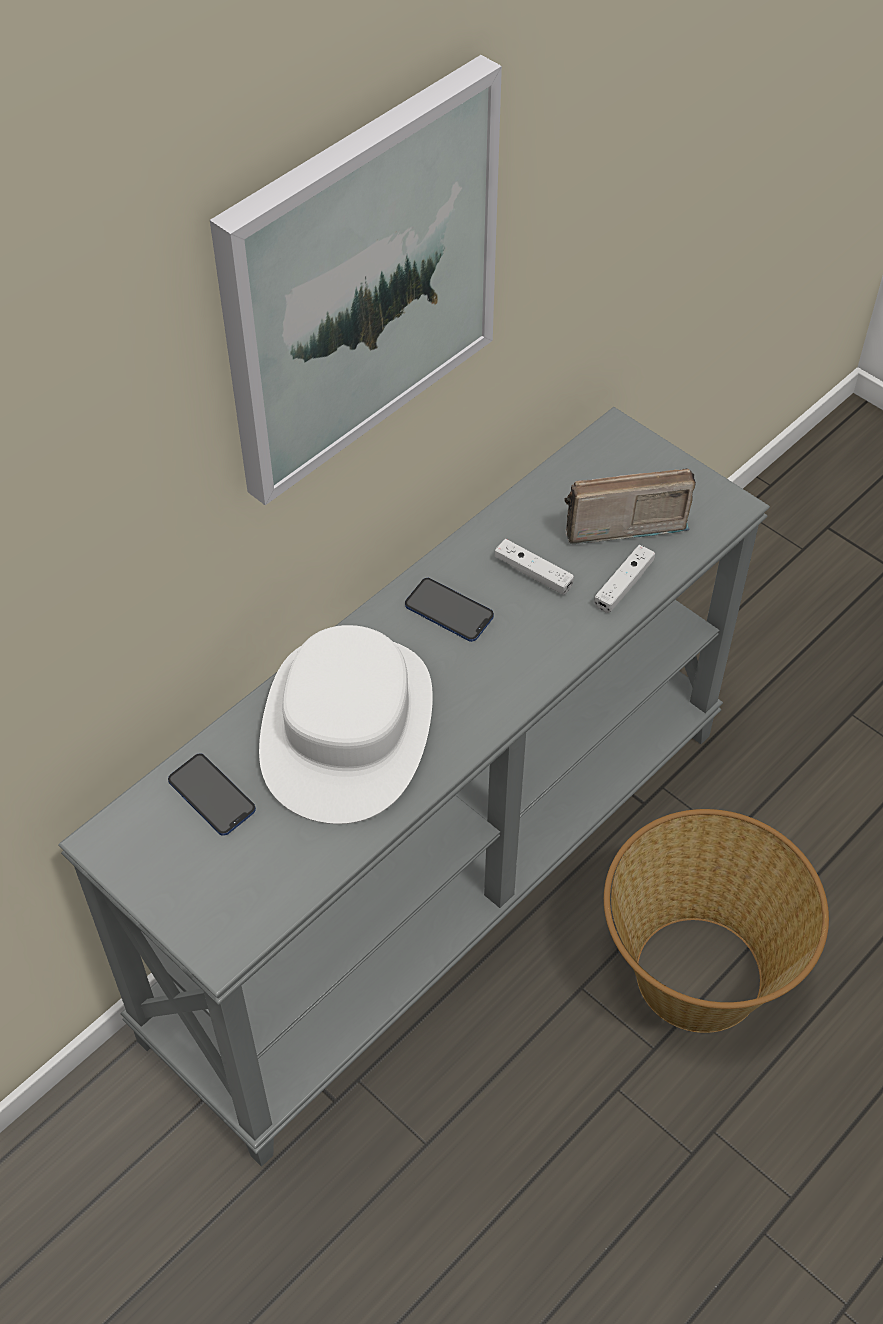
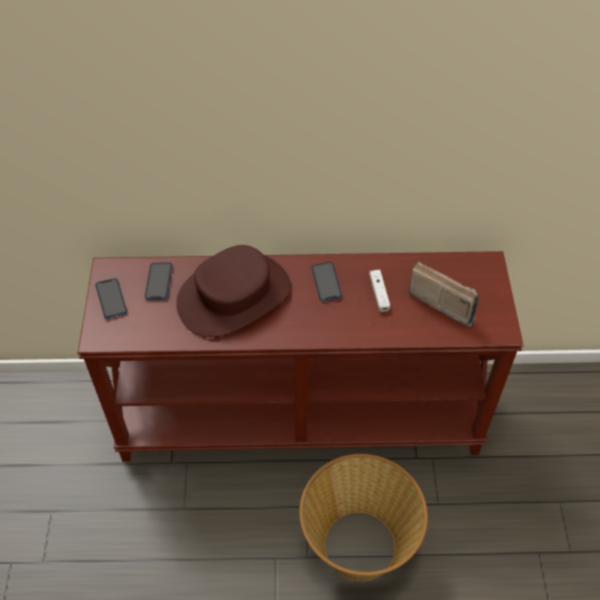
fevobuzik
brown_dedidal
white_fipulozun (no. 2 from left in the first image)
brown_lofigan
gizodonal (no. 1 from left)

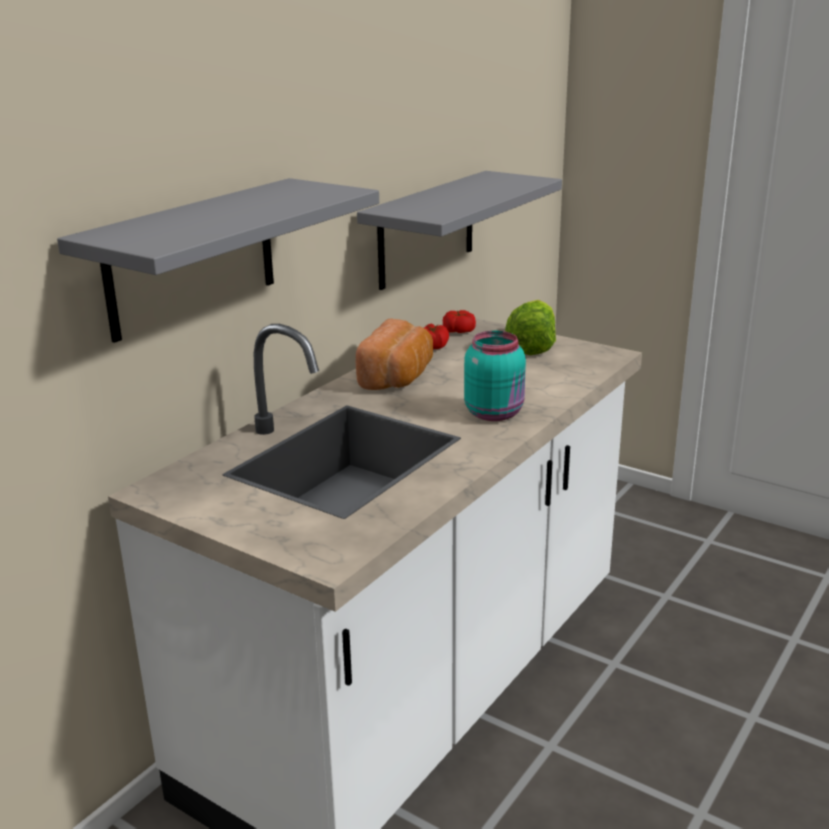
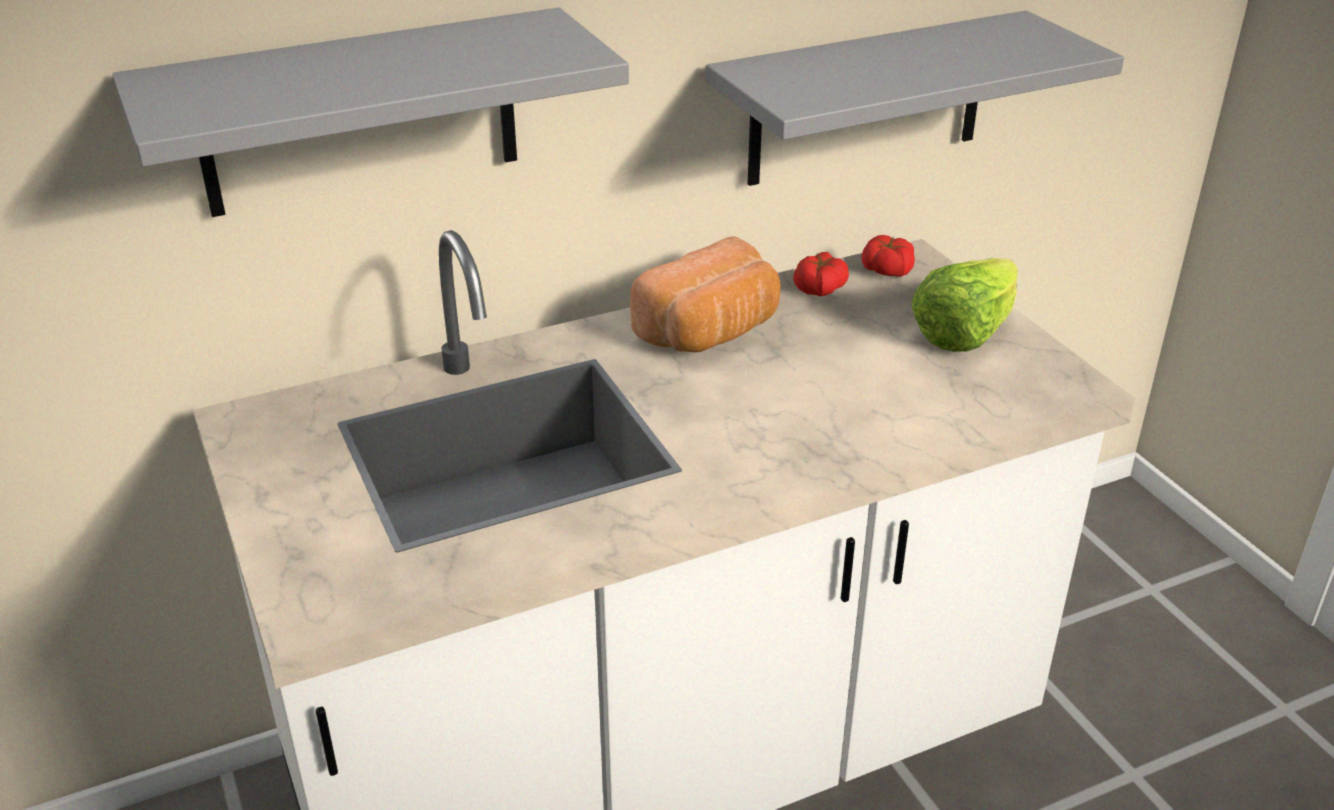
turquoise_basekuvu

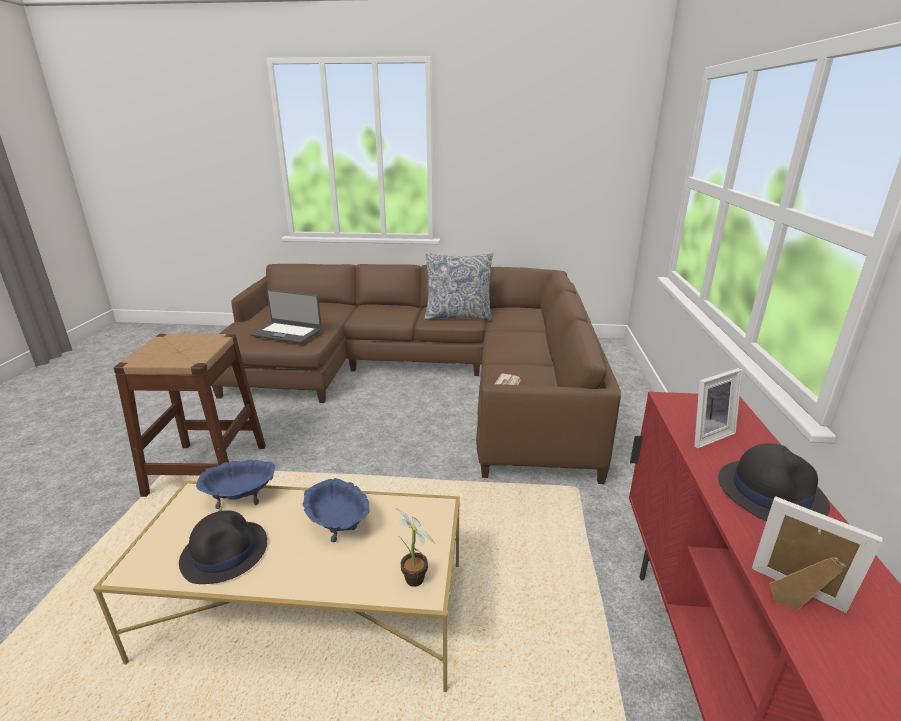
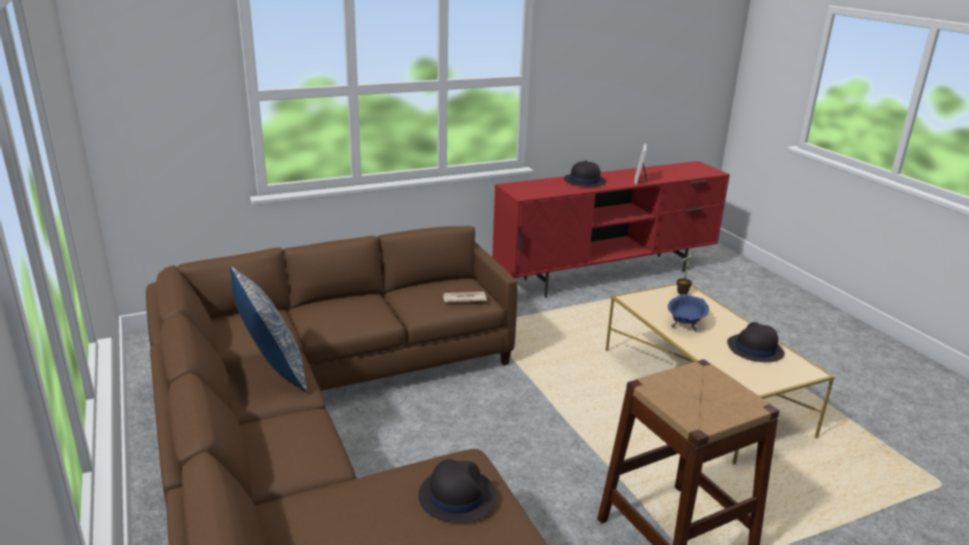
black_lofigan (no. 1 from left)
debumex (no. 1 from left in the first image)
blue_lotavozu (no. 1 from left in the first image)

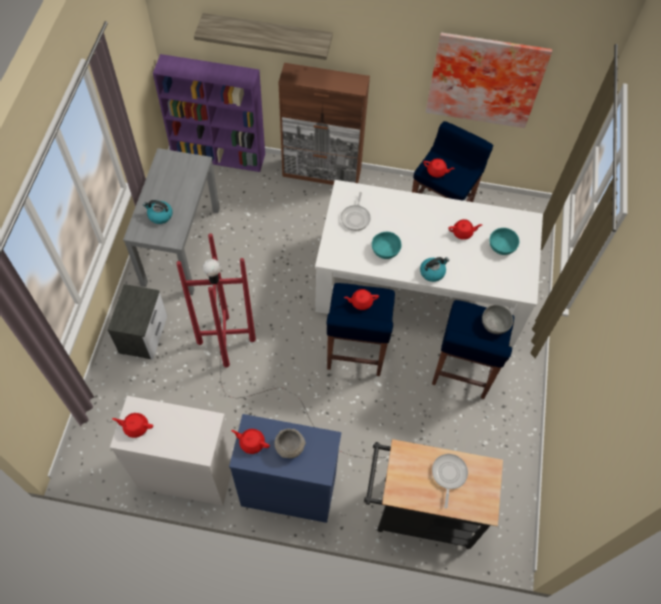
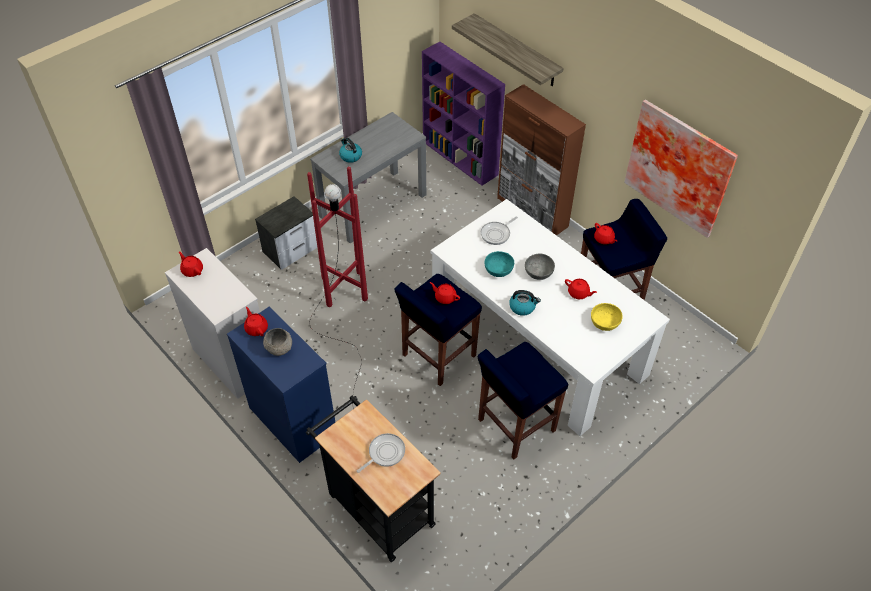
yellow_lotavozu
grey_lotavozu (no. 2 from left)

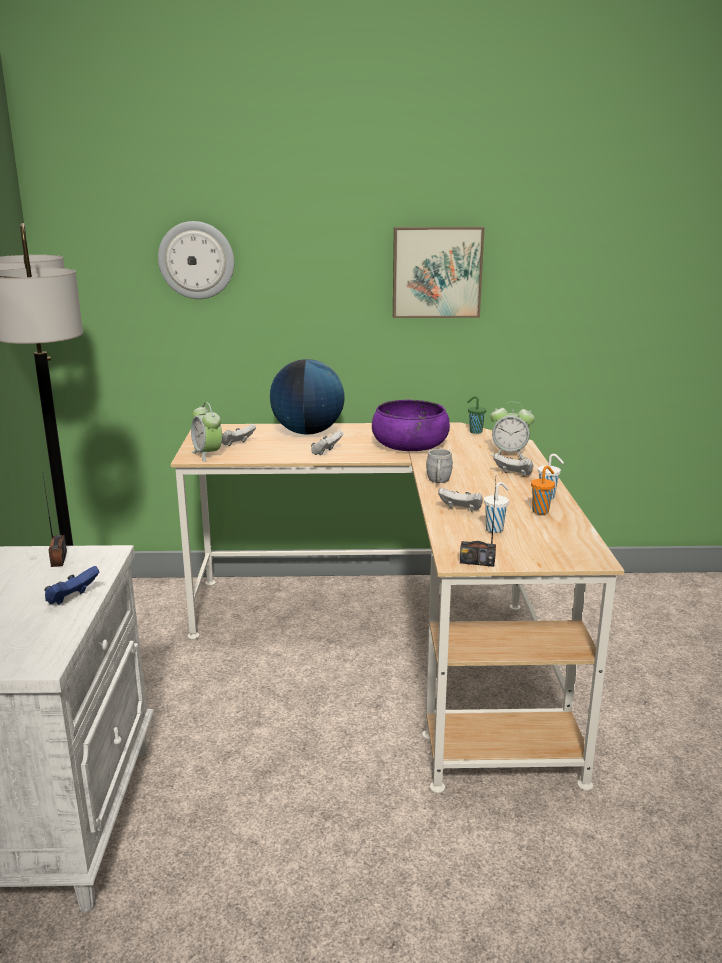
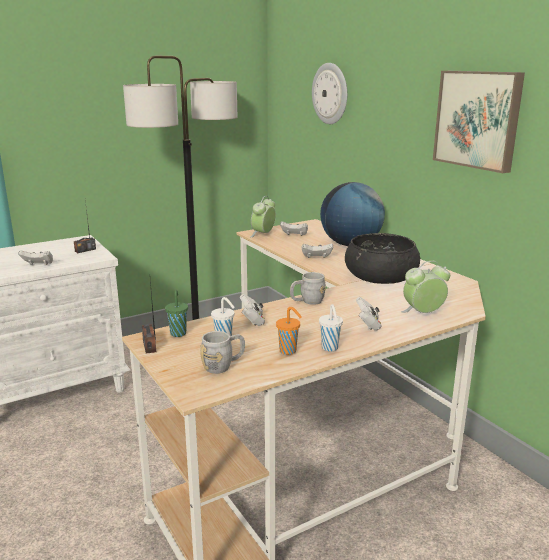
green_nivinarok
black_lotavozu
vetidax (no. 2 from left)
white_fipulozun (no. 1 from left)
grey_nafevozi (no. 1 from left)

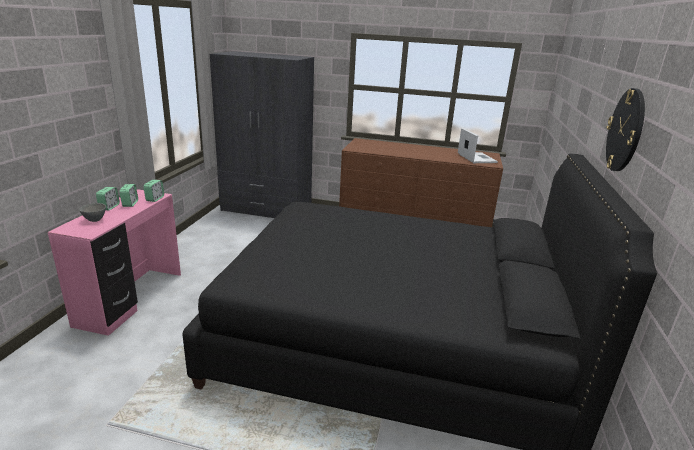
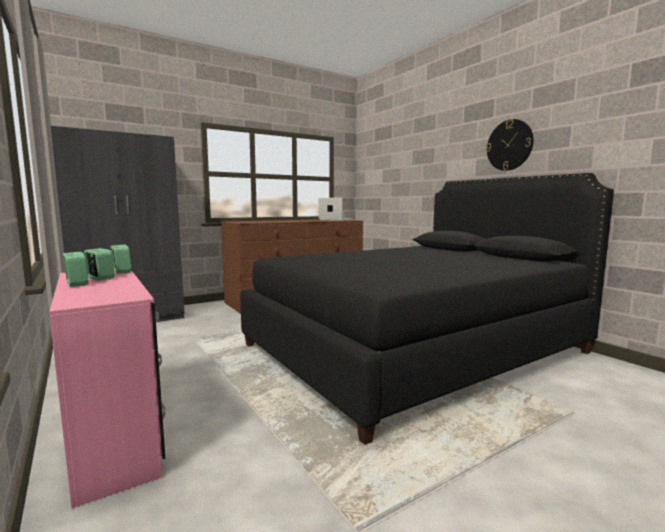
grey_lotavozu

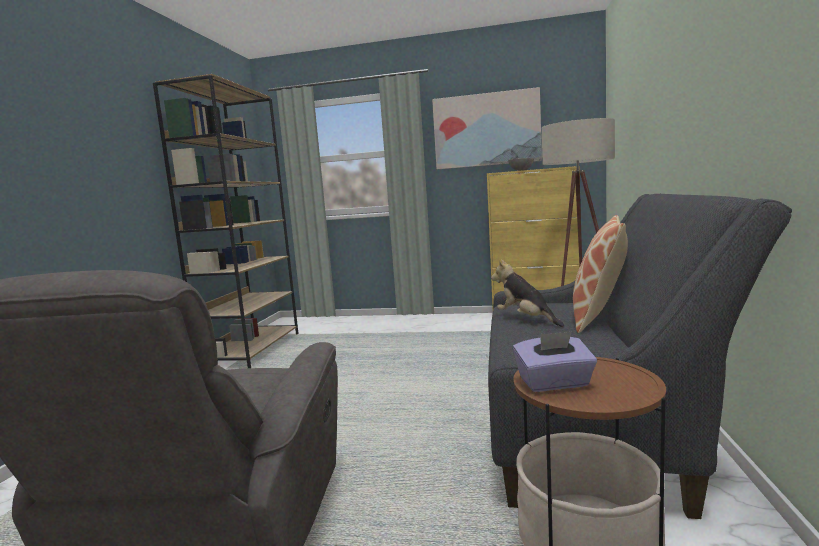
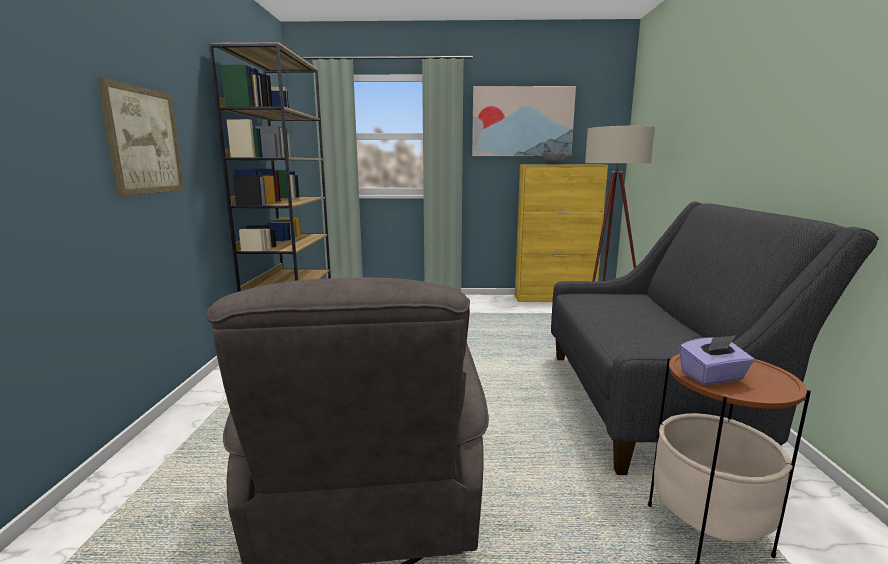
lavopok
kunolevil
fevobuzik (no. 1 from left)

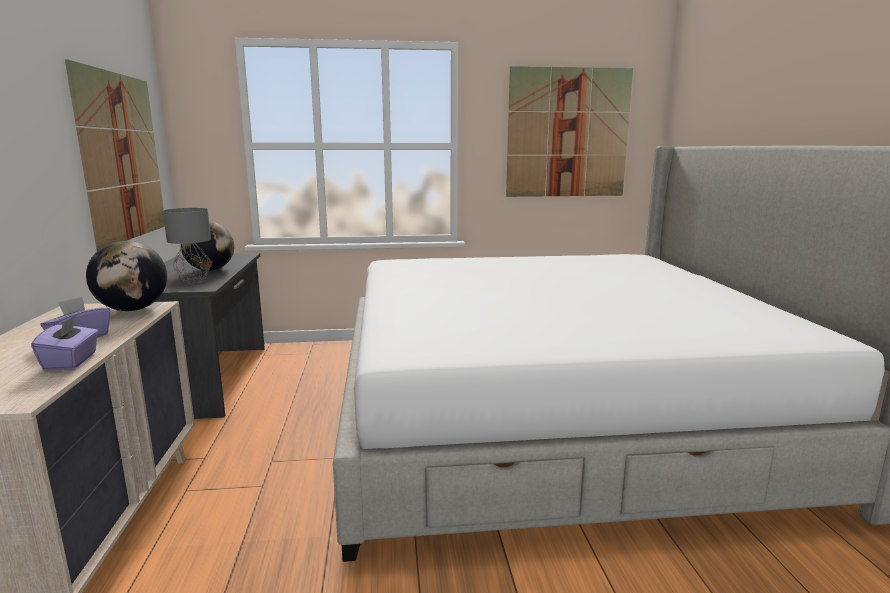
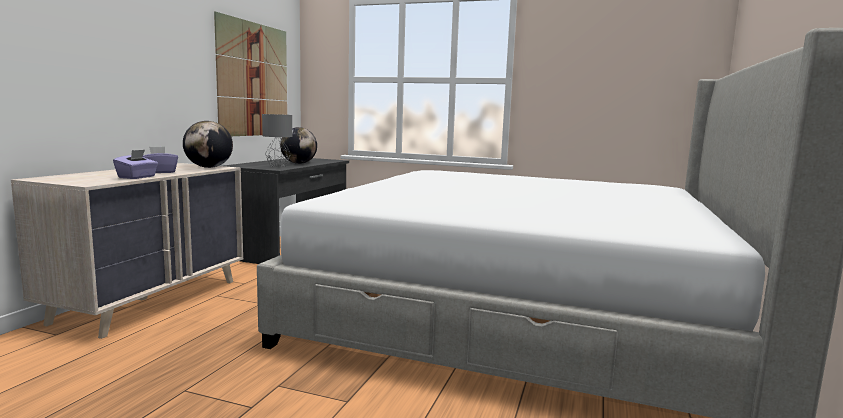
fevobuzik (no. 2 from left in the first image)

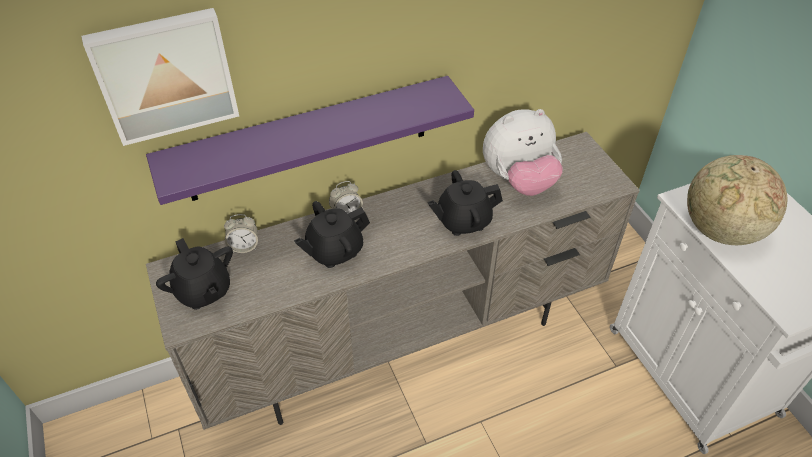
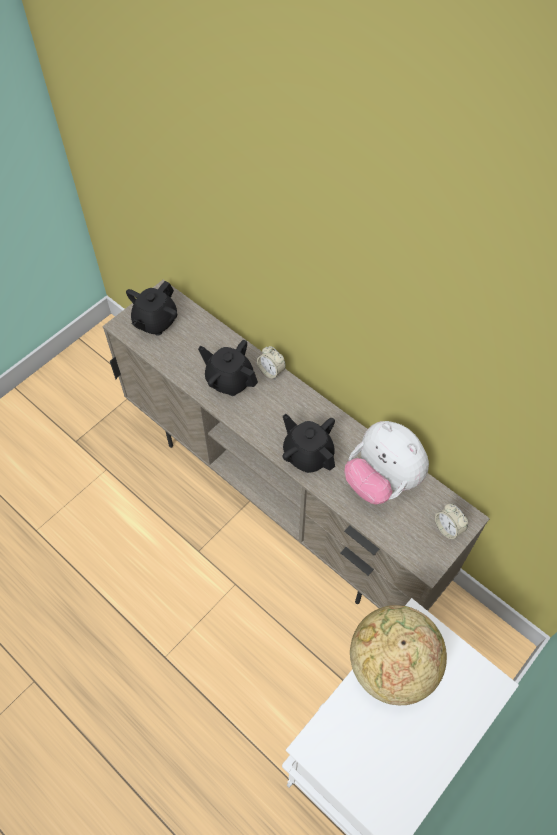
fevobuzik
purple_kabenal
vetidax (no. 2 from left)

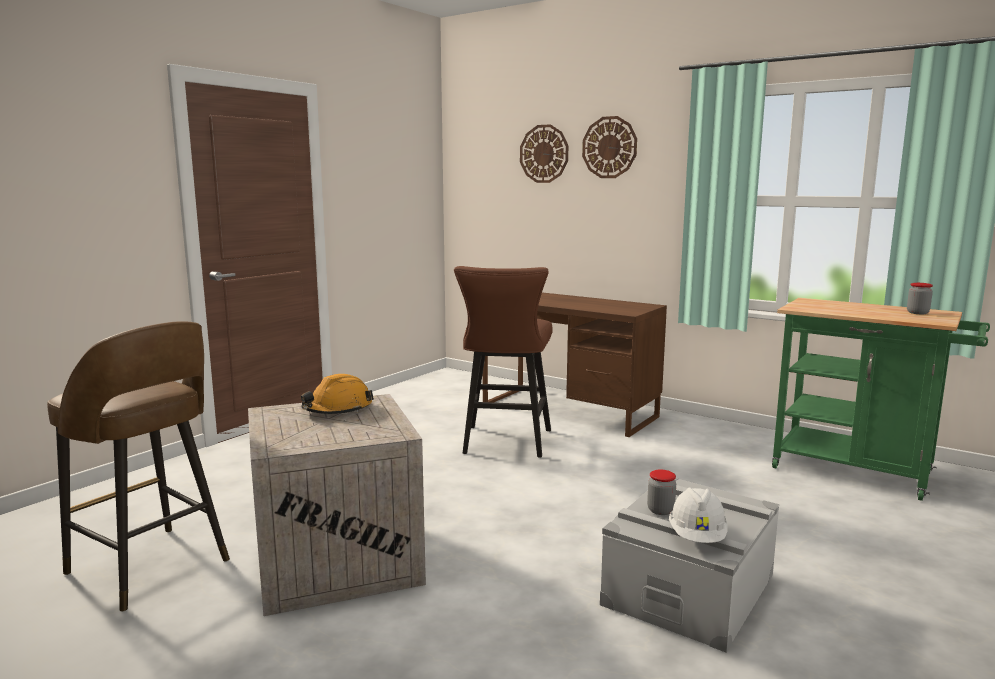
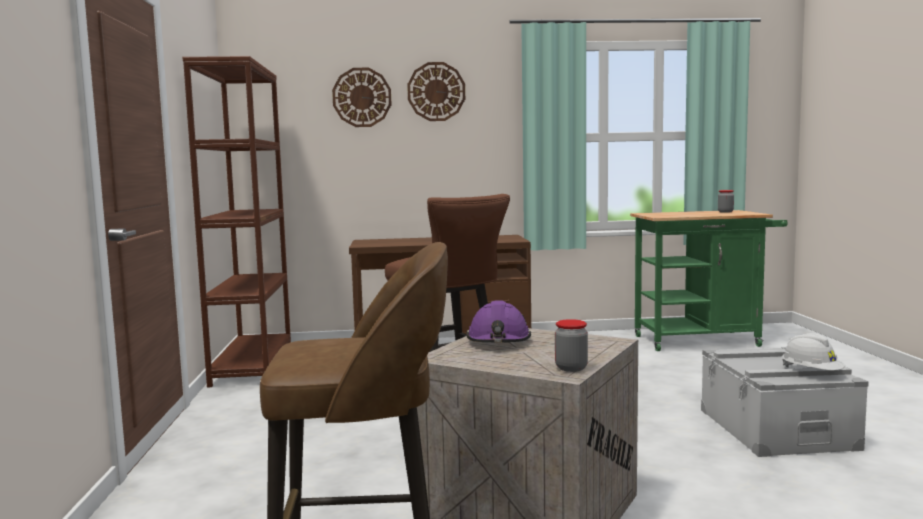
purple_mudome
basekuvu (no. 1 from left)
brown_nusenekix

